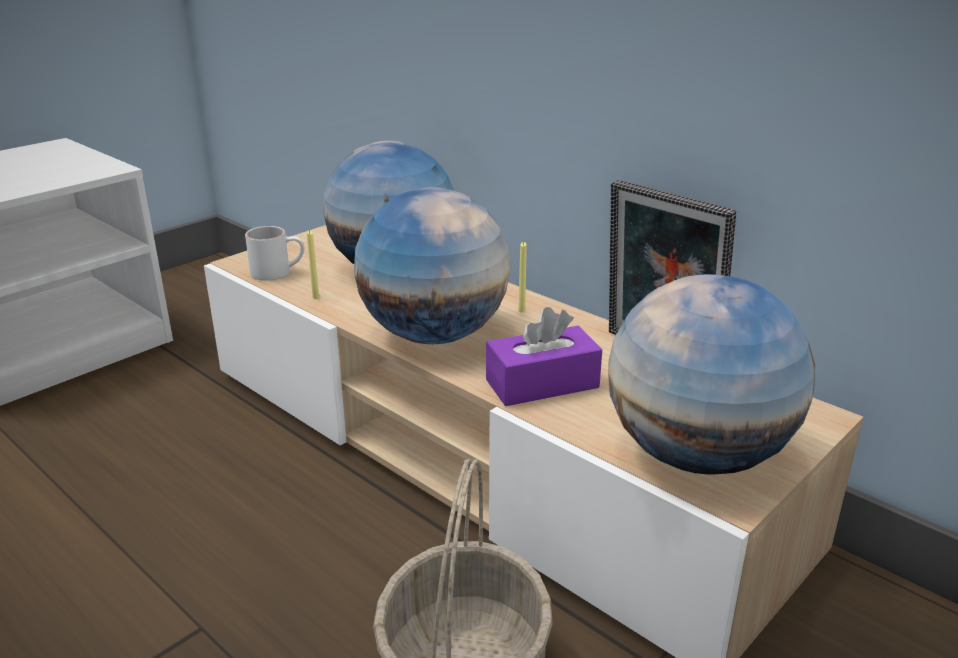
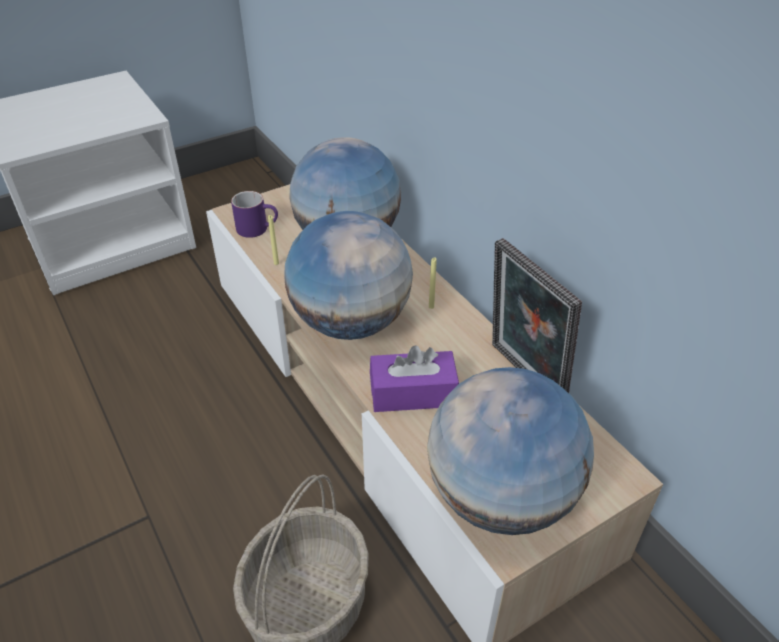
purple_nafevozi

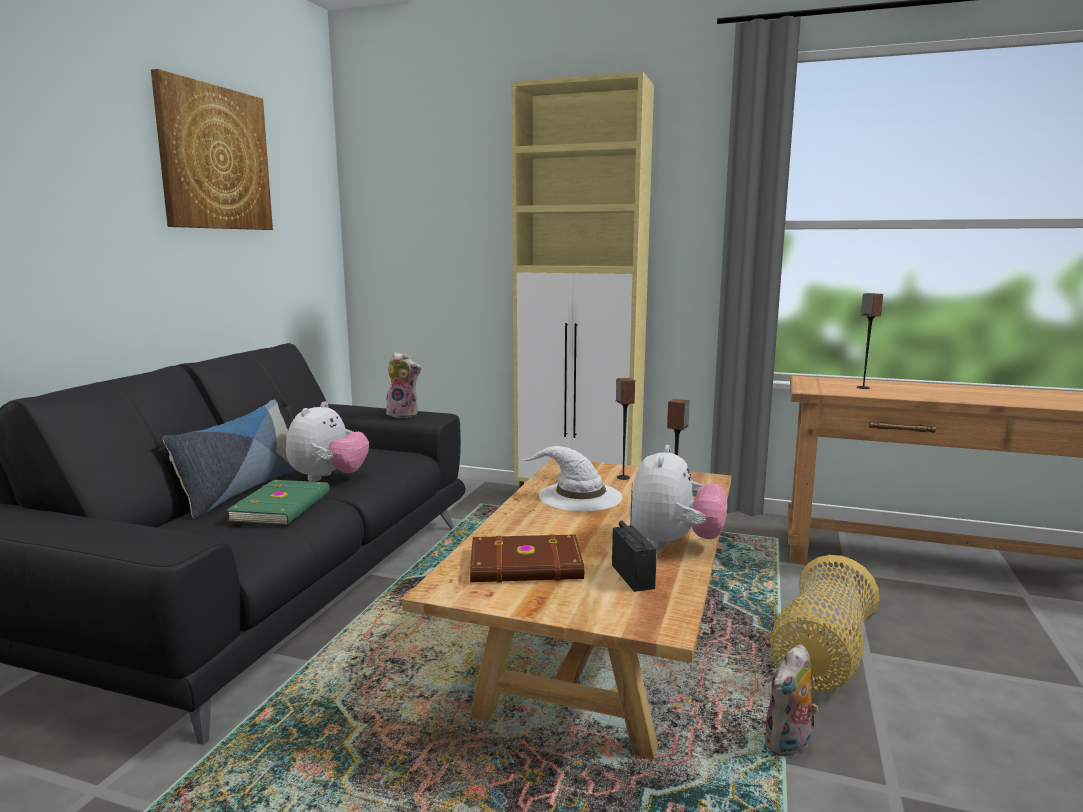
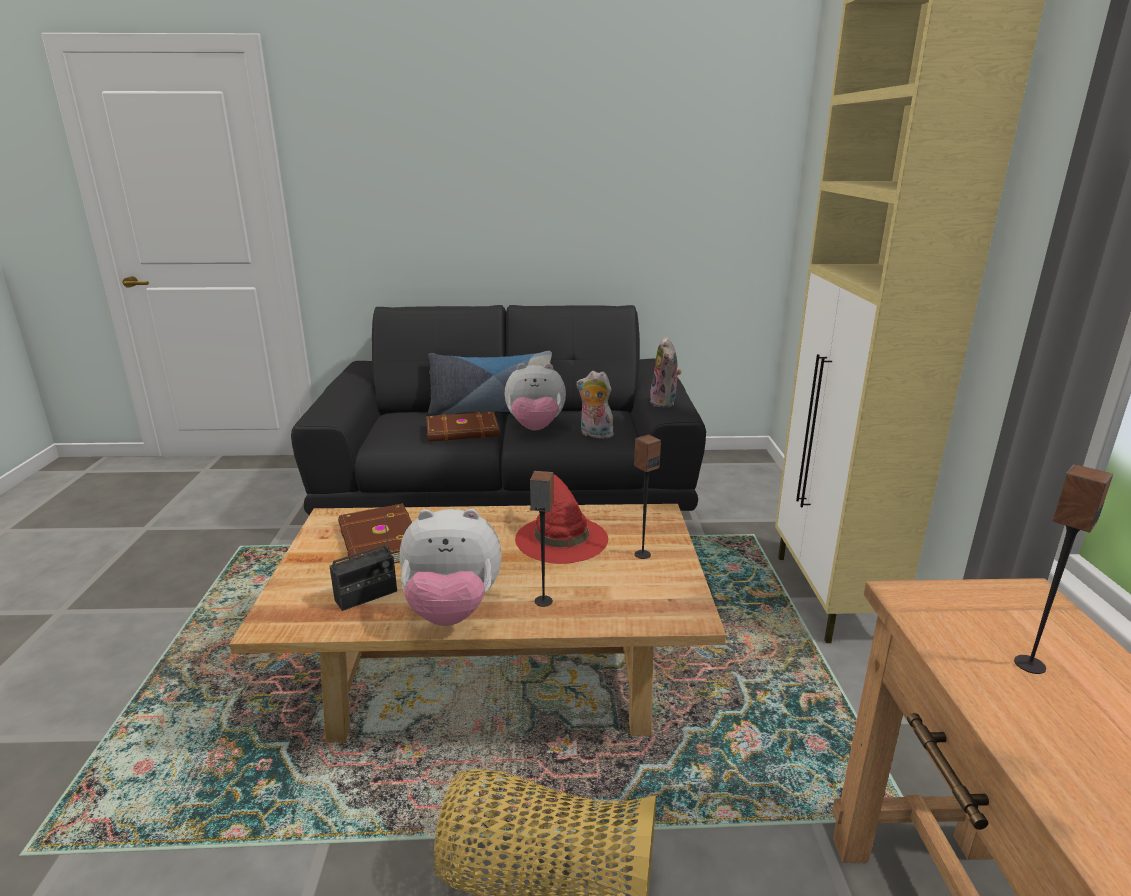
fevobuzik
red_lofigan
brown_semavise (no. 2 from left)
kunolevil (no. 3 from left)

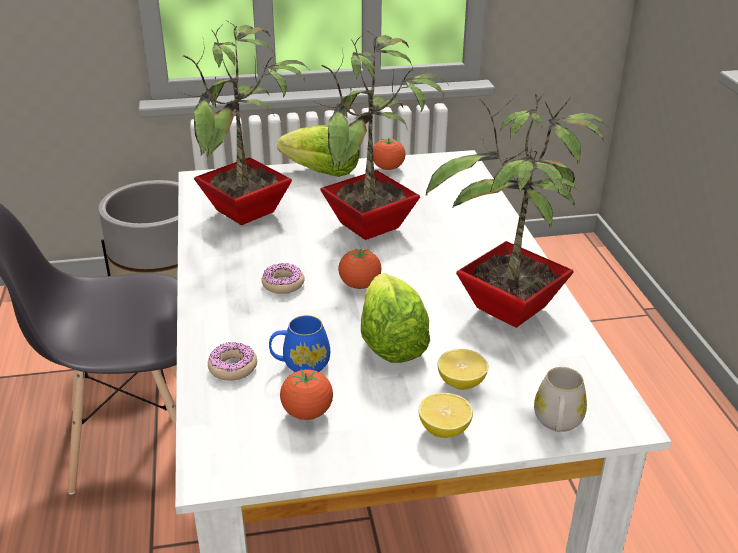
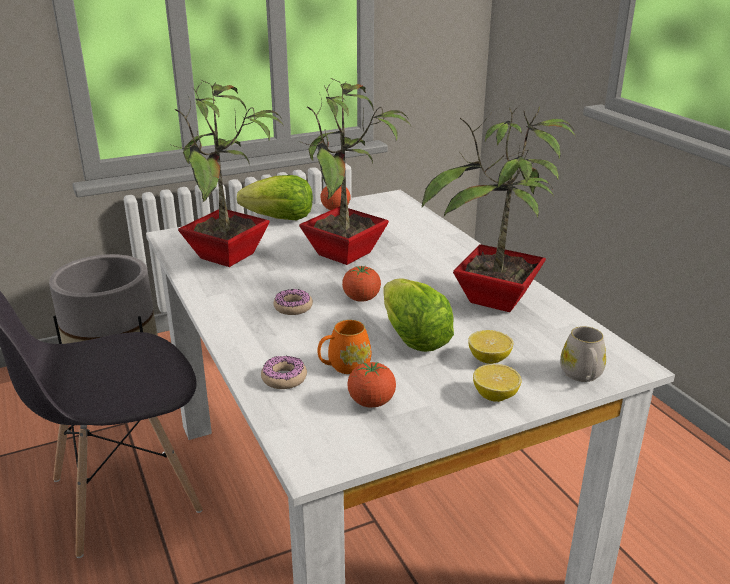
orange_nafevozi

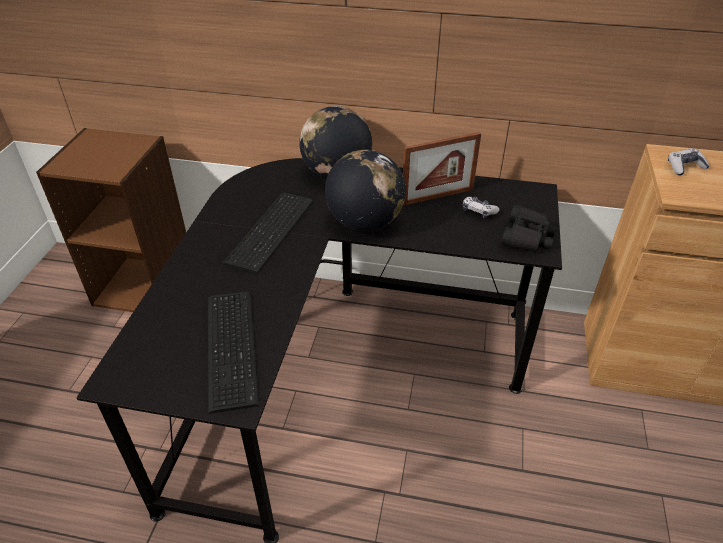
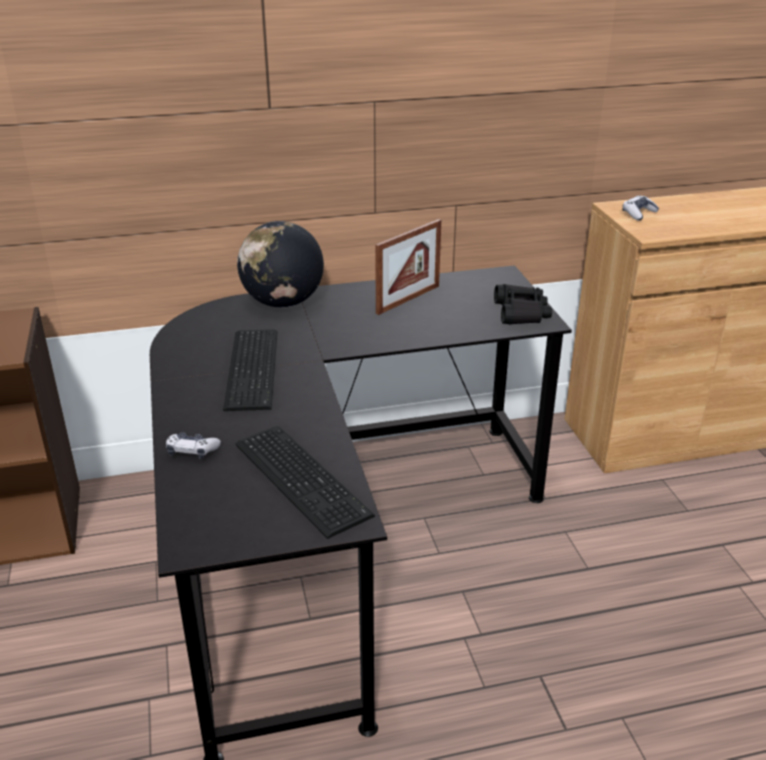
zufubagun (no. 2 from left in the first image)
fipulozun (no. 1 from left)

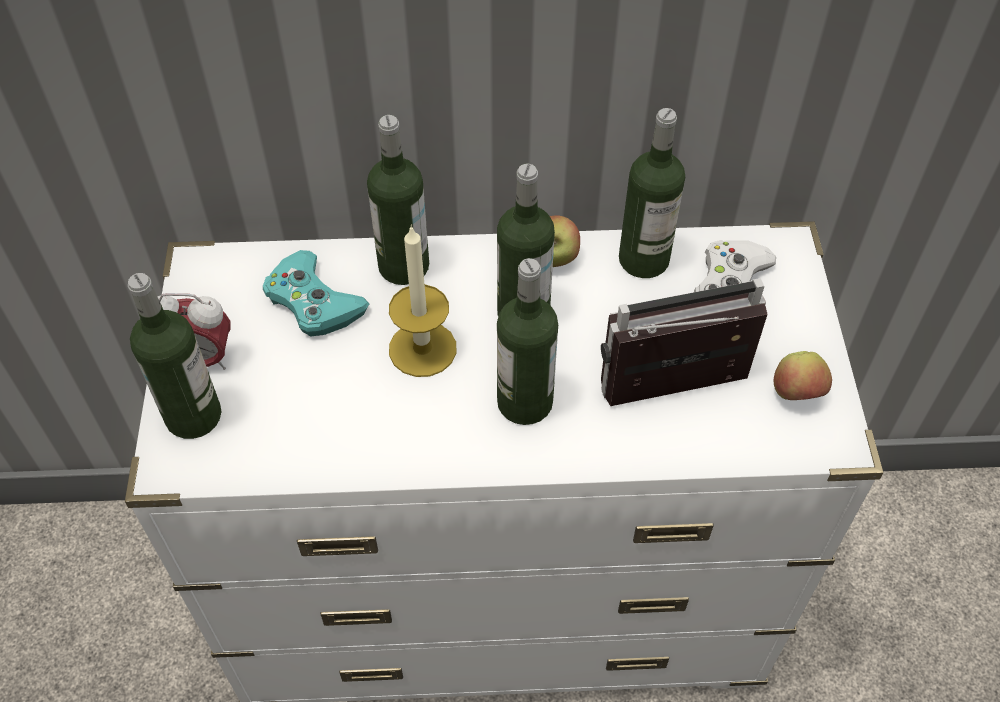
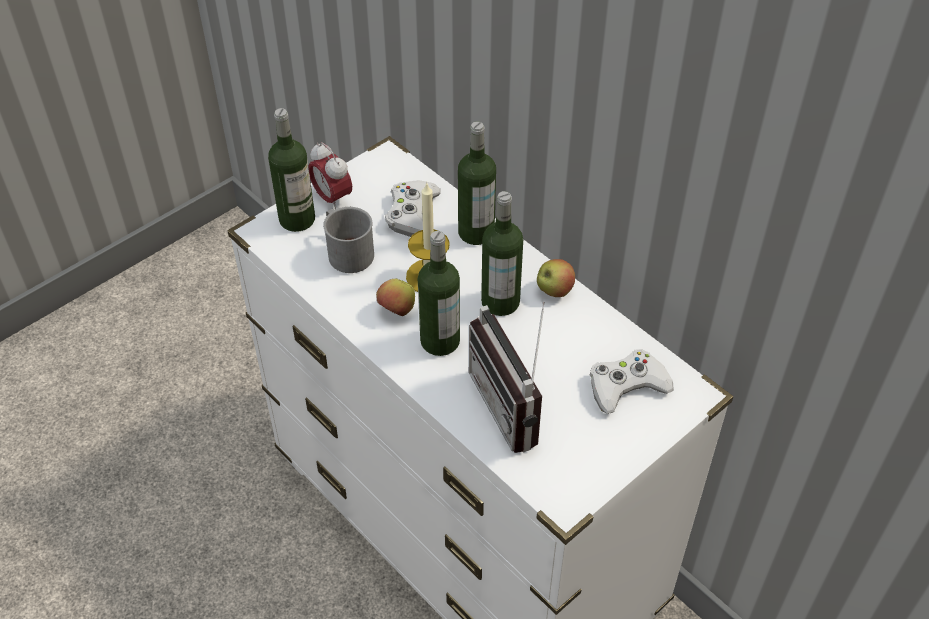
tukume (no. 5 from left in the first image)
white_fipulozun (no. 1 from left)
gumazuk
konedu (no. 1 from left)
grey_nafevozi

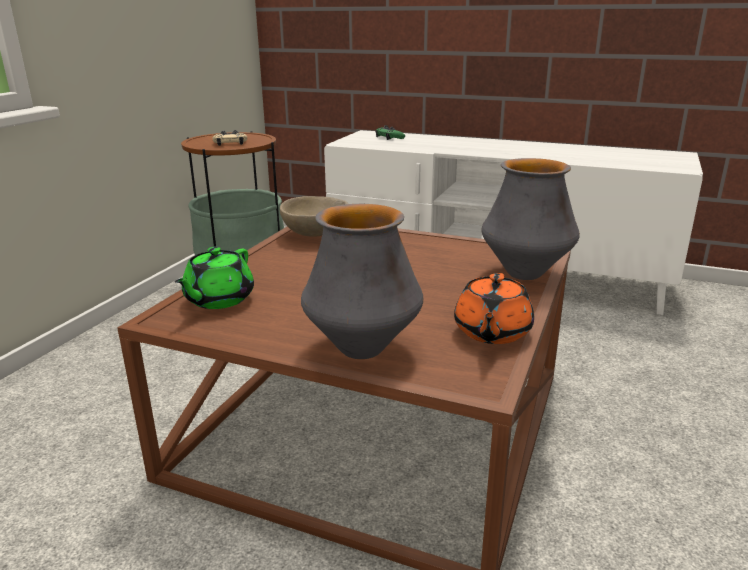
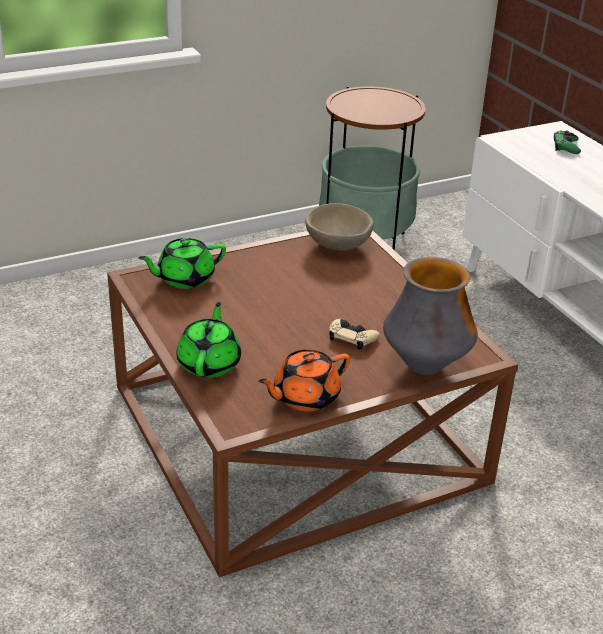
beige_fipulozun
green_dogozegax (no. 2 from left)

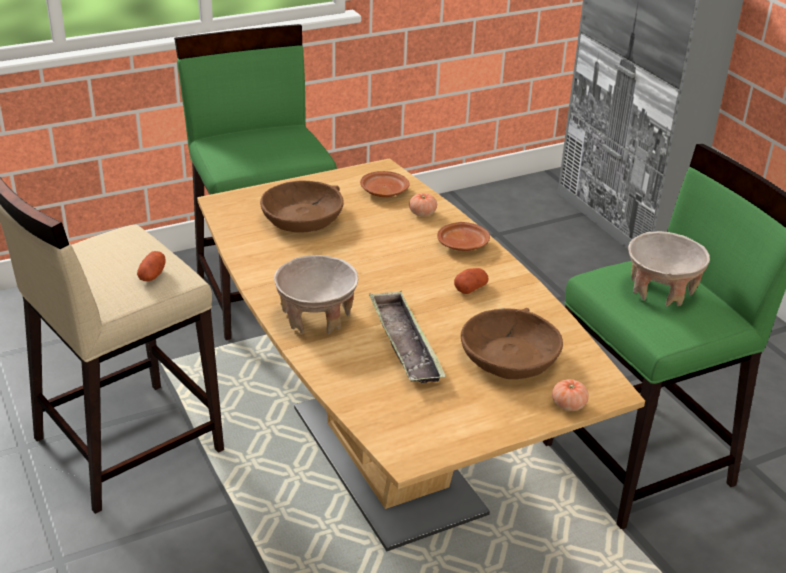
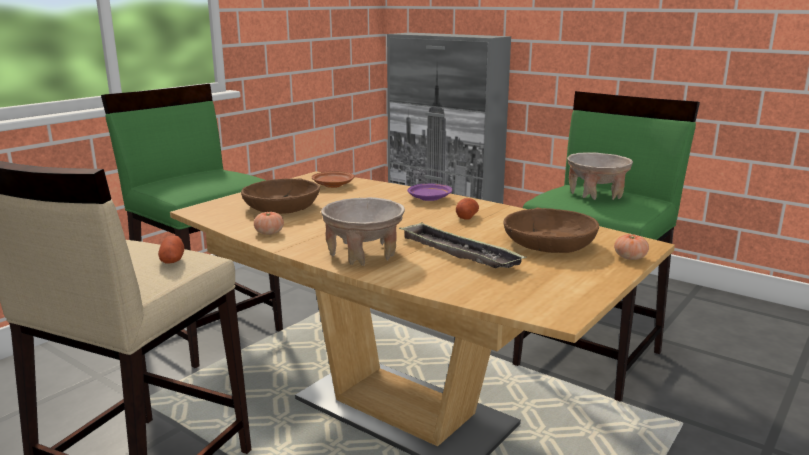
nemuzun (no. 1 from left)
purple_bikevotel

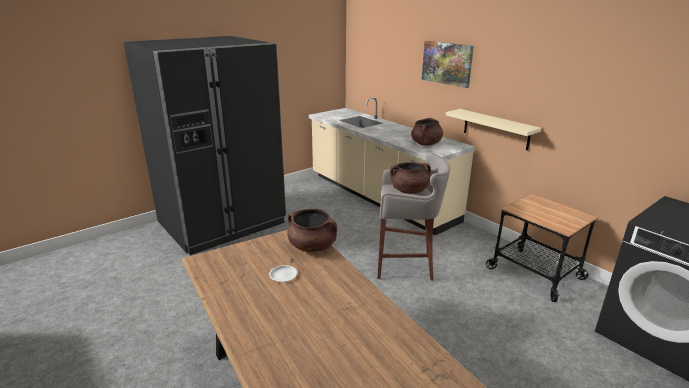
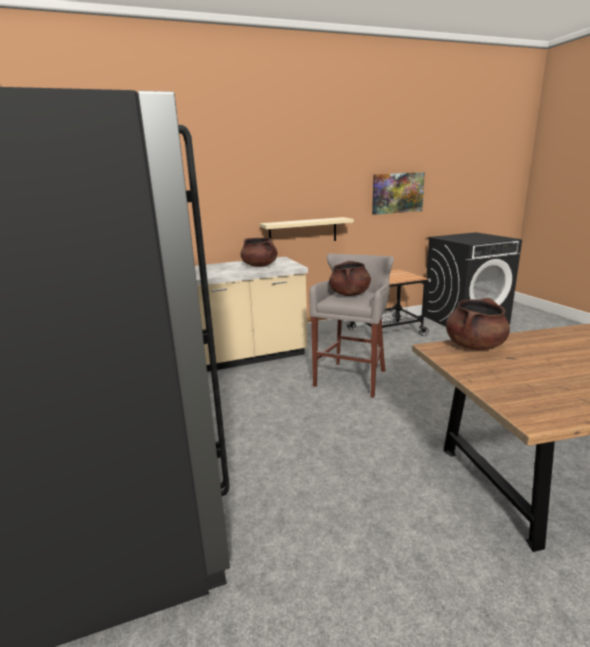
fevobuzik
white_bikevotel

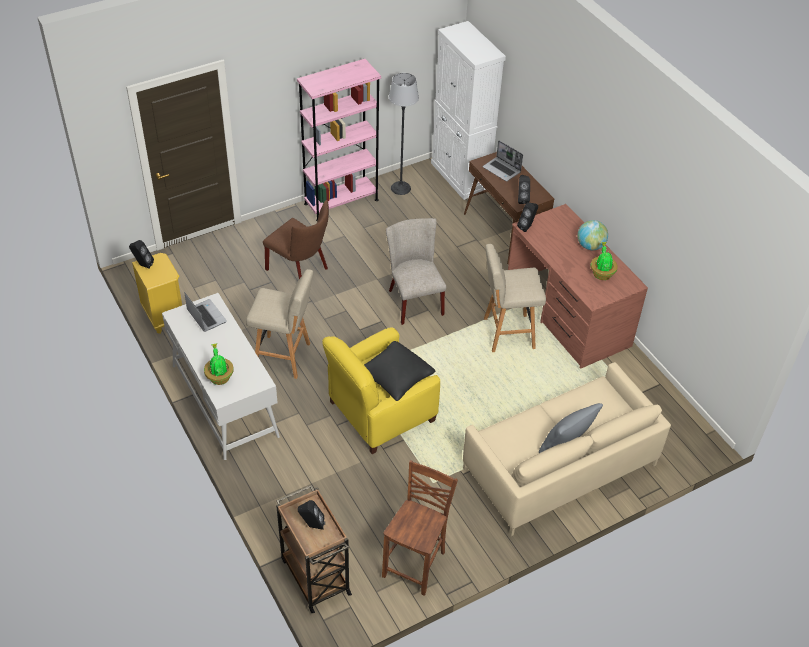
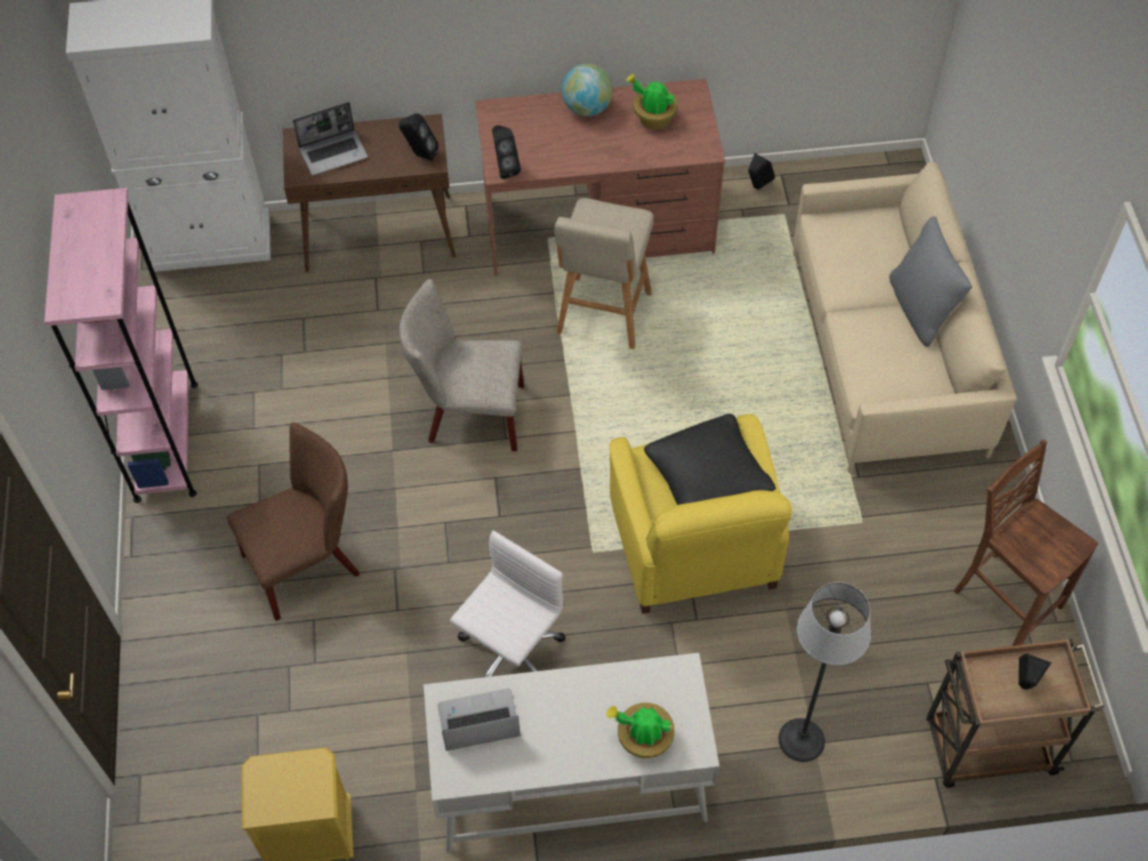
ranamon
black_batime (no. 3 from left)
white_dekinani

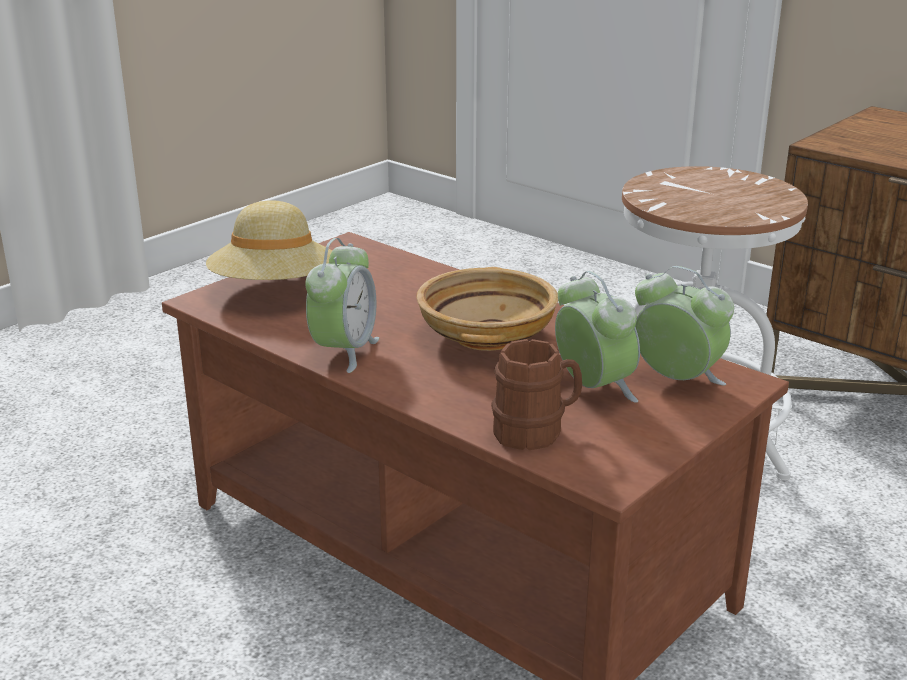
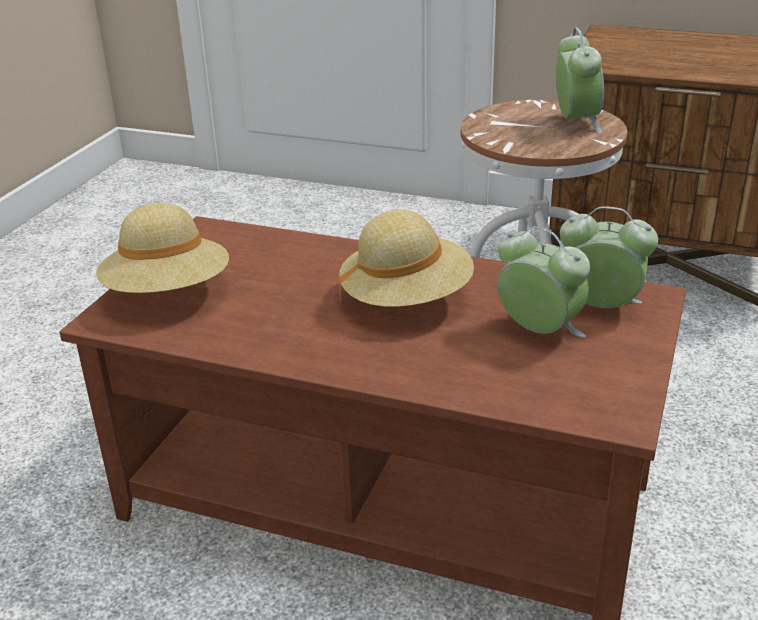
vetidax (no. 2 from left)
beige_lofigan (no. 2 from left)
brown_nafevozi

